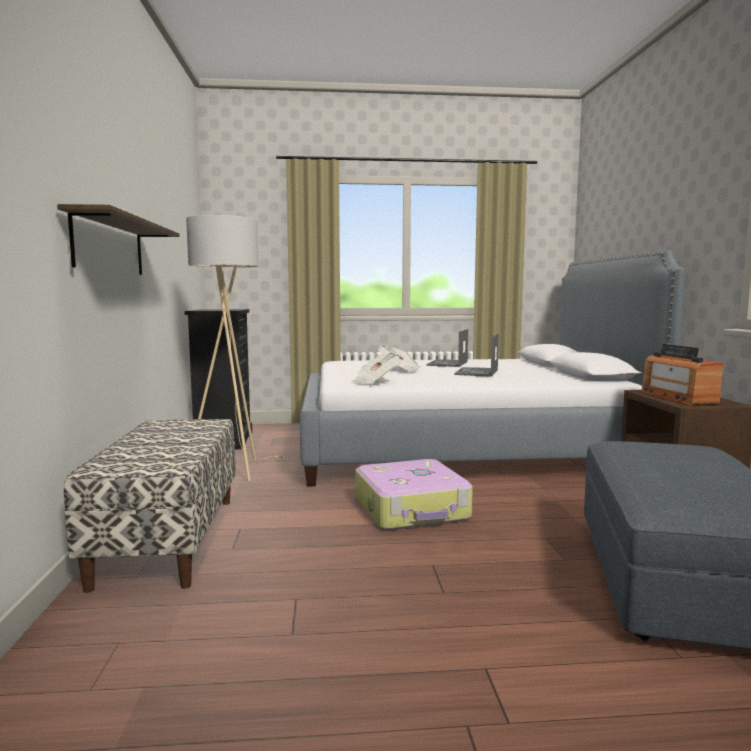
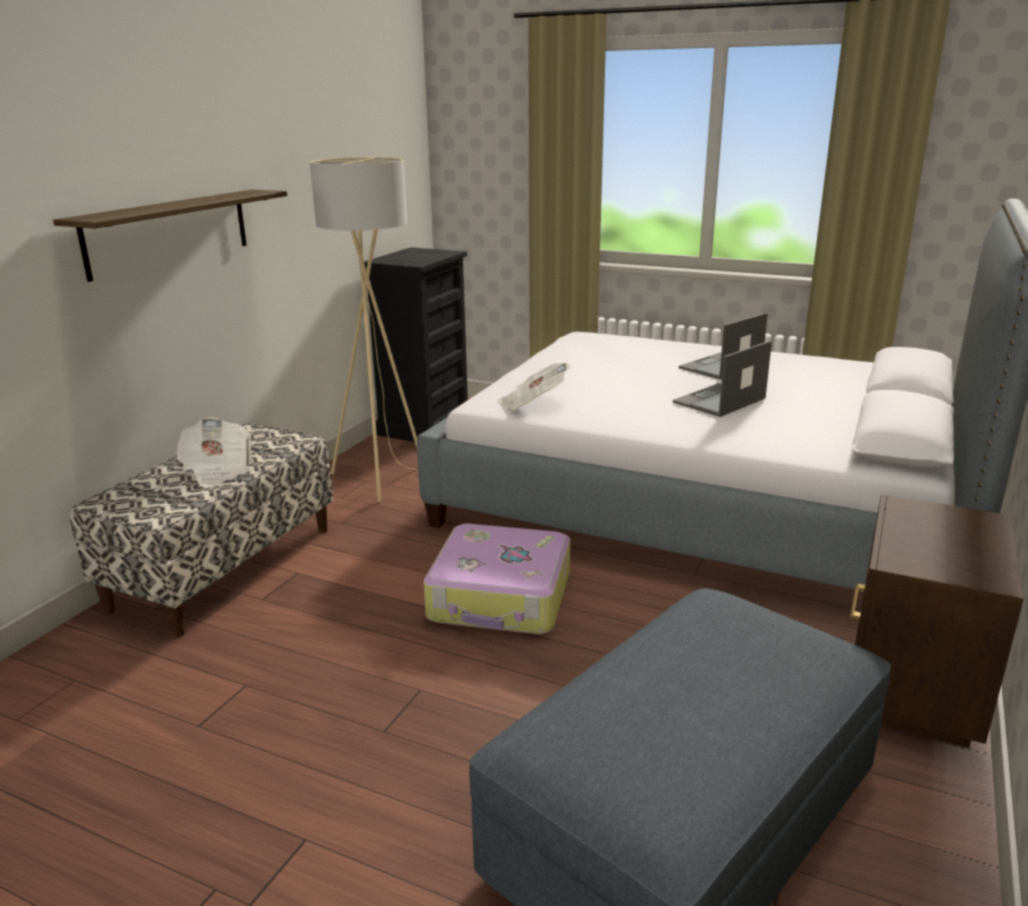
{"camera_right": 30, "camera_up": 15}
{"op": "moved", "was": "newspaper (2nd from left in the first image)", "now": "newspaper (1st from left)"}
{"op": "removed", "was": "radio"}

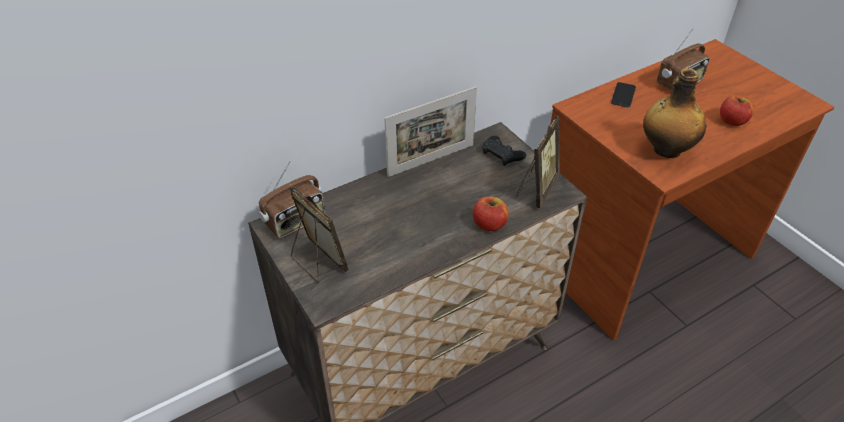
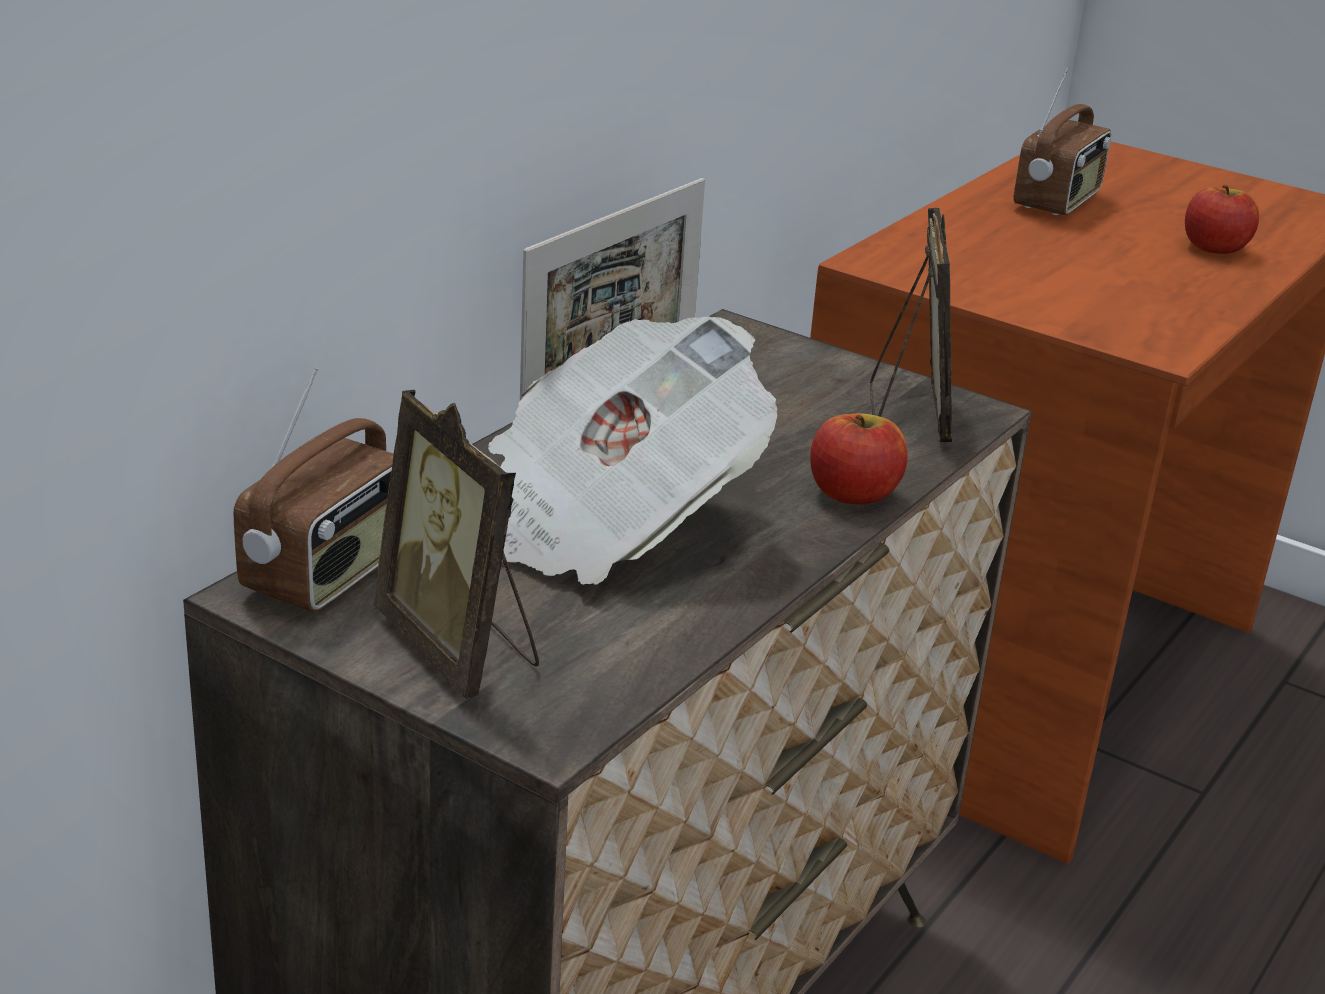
{"camera_right": -25, "camera_up": -15}
{"op": "turned", "was": "picture frame (1st from left)", "clockwise": -150}
{"op": "added", "now": "newspaper"}
{"op": "removed", "was": "black game controller"}
{"op": "removed", "was": "phone"}
{"op": "removed", "was": "bottle"}

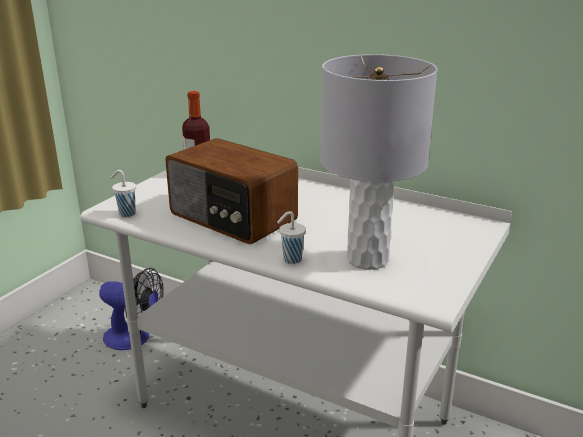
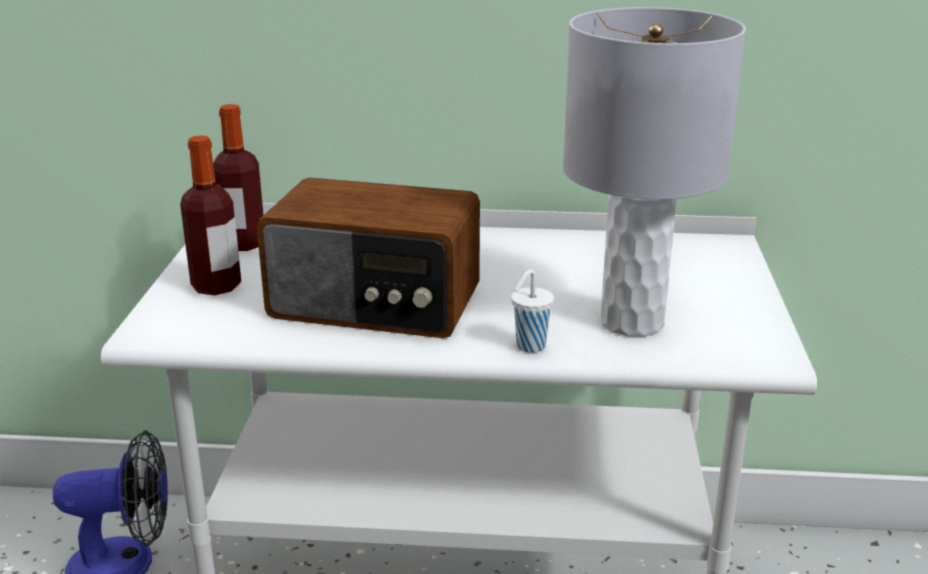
{"camera_right": -25, "camera_up": 0}
{"op": "added", "now": "bottle (1st from left)"}
{"op": "removed", "was": "white cup (1st from left)"}

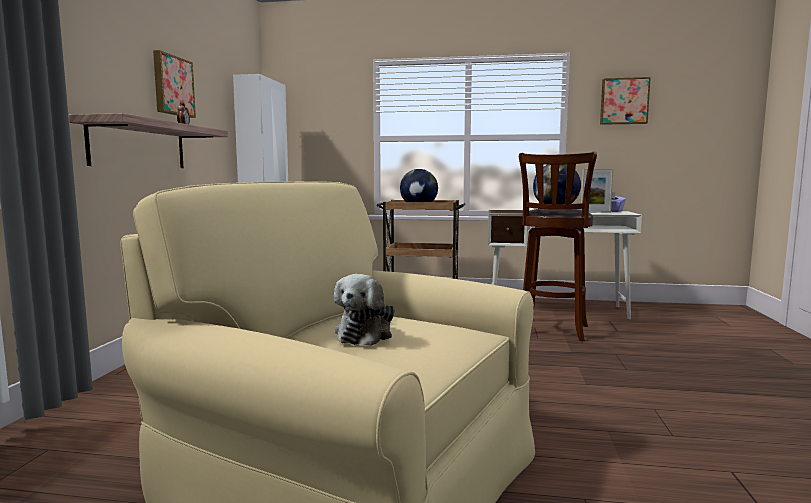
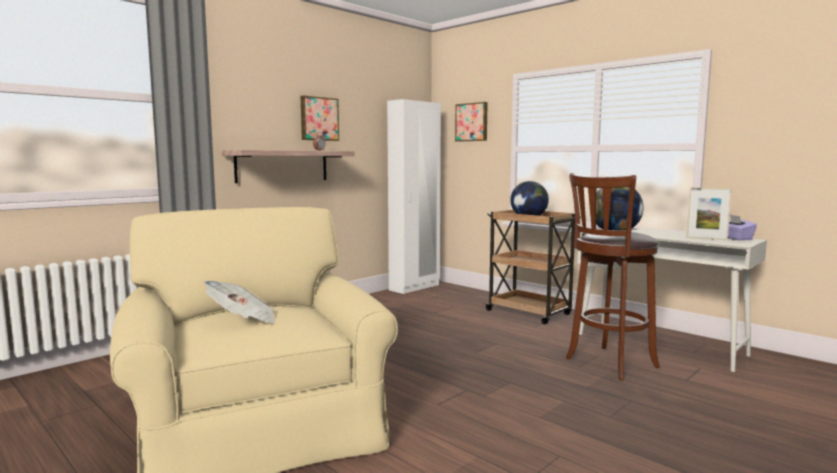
{"camera_right": 35, "camera_up": 0}
{"op": "replaced", "was": "plush toy", "now": "newspaper"}
{"op": "moved", "was": "picture (2nd from left)"}

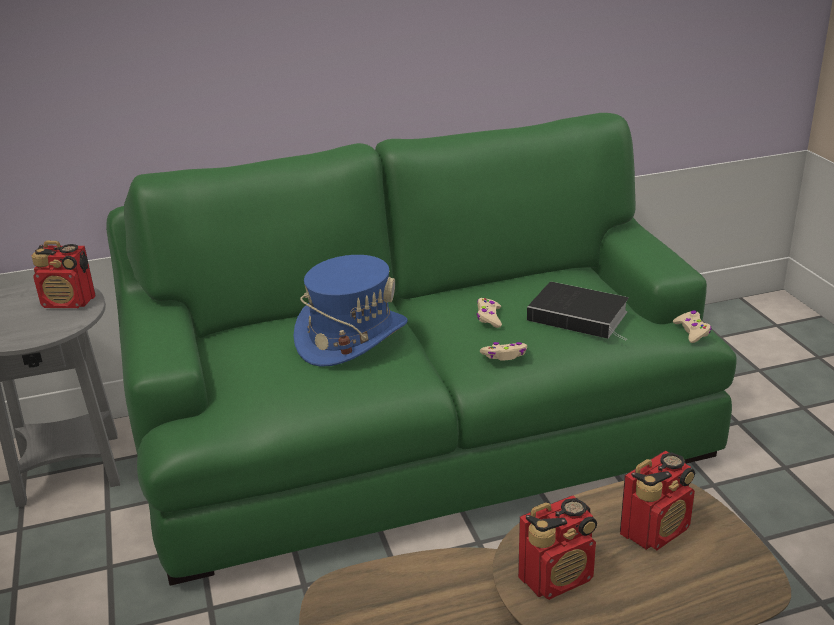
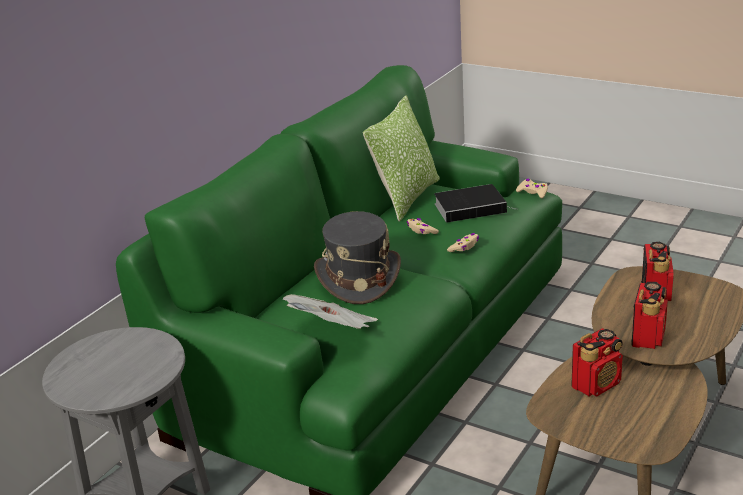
{"camera_right": -40, "camera_up": 0}
{"op": "added", "now": "newspaper"}
{"op": "recoloured", "was": "blue hat", "now": "grey hat"}
{"op": "added", "now": "pillow"}
{"op": "moved", "was": "radio (1st from left)"}

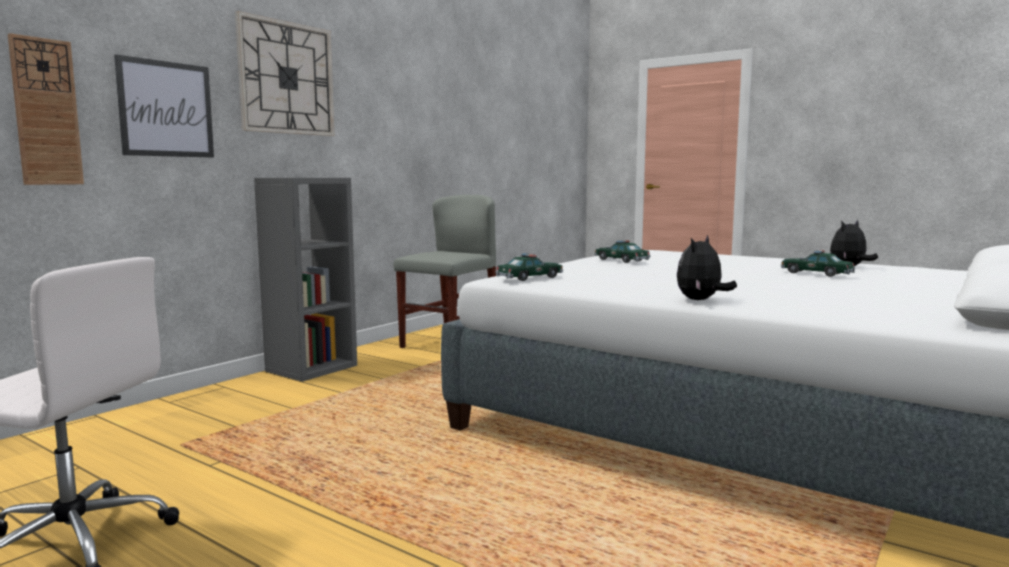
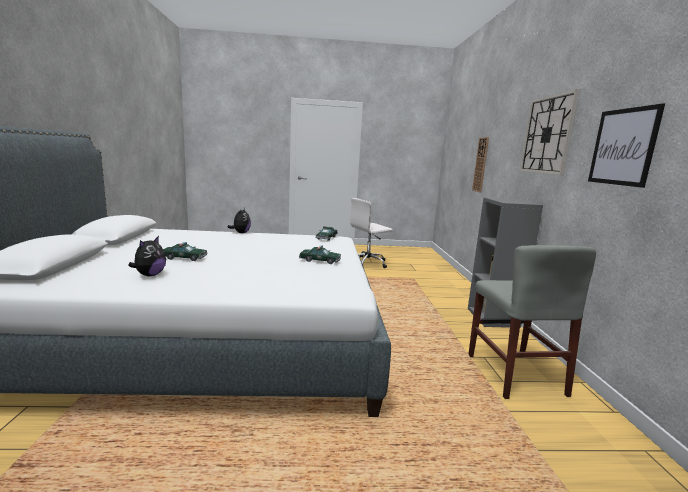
{"camera_right": 140, "camera_up": 5}
{"op": "moved", "was": "picture"}

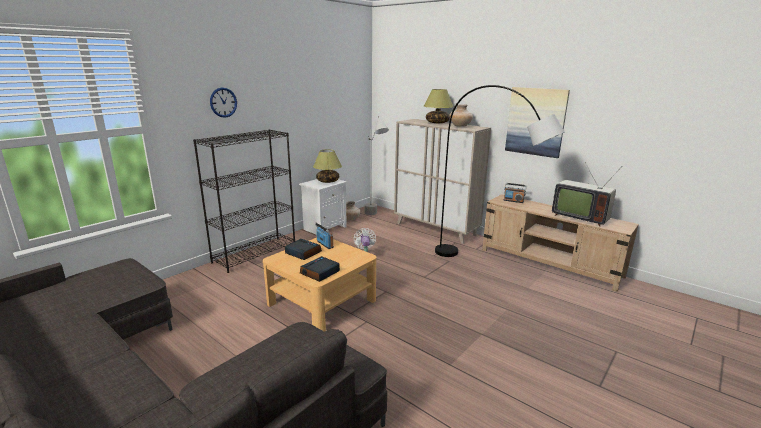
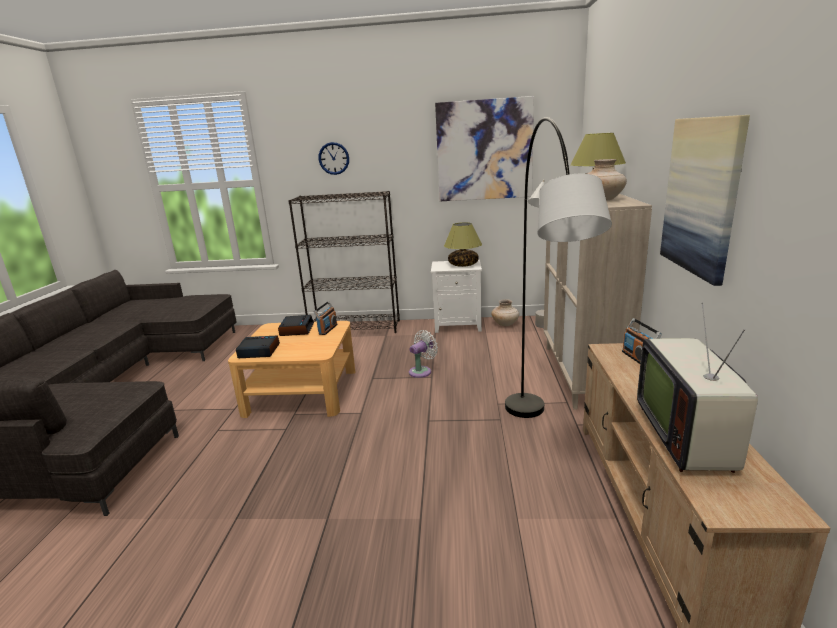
{"camera_right": 55, "camera_up": 0}
{"op": "added", "now": "picture (1st from left)"}

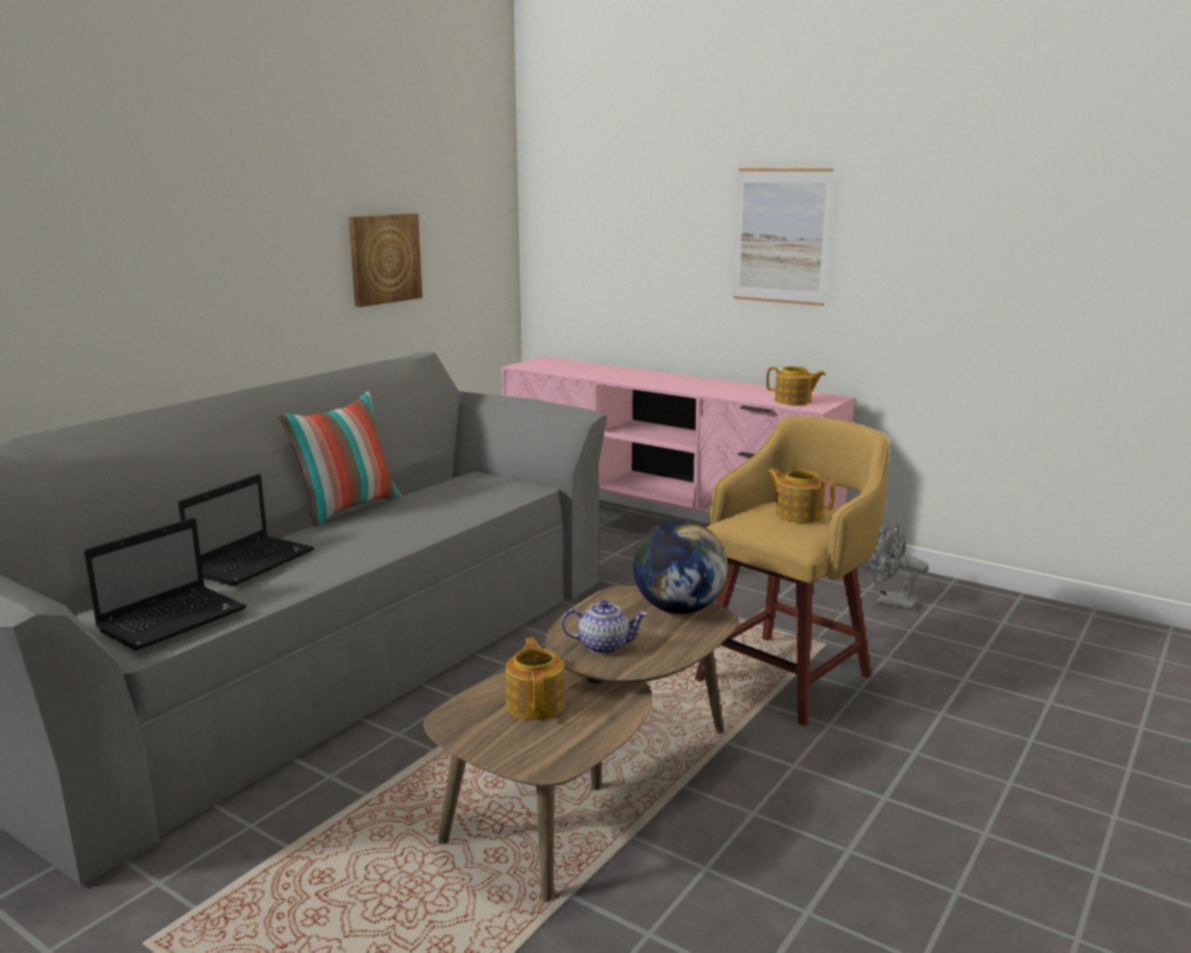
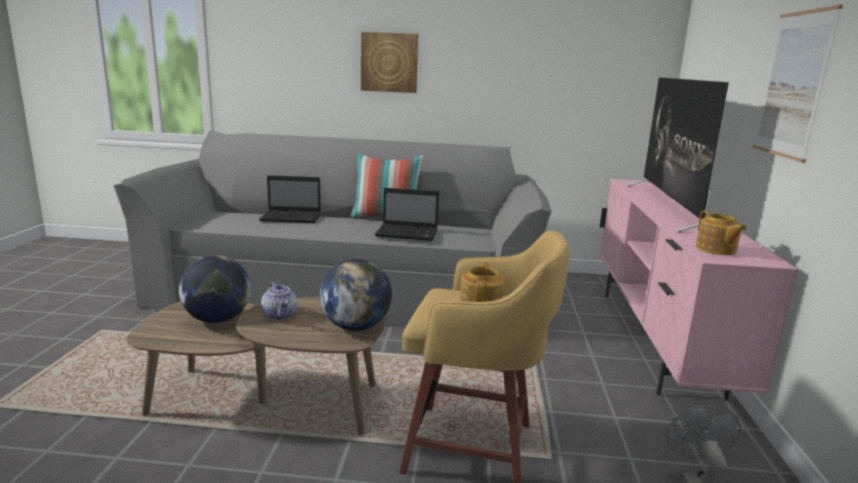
{"camera_right": 60, "camera_up": 0}
{"op": "replaced", "was": "teapot (1st from left)", "now": "globe (1st from left)"}
{"op": "moved", "was": "picture (1st from left)"}
{"op": "moved", "was": "laptop (1st from left in the first image)", "now": "laptop (2nd from left)"}
{"op": "added", "now": "television"}

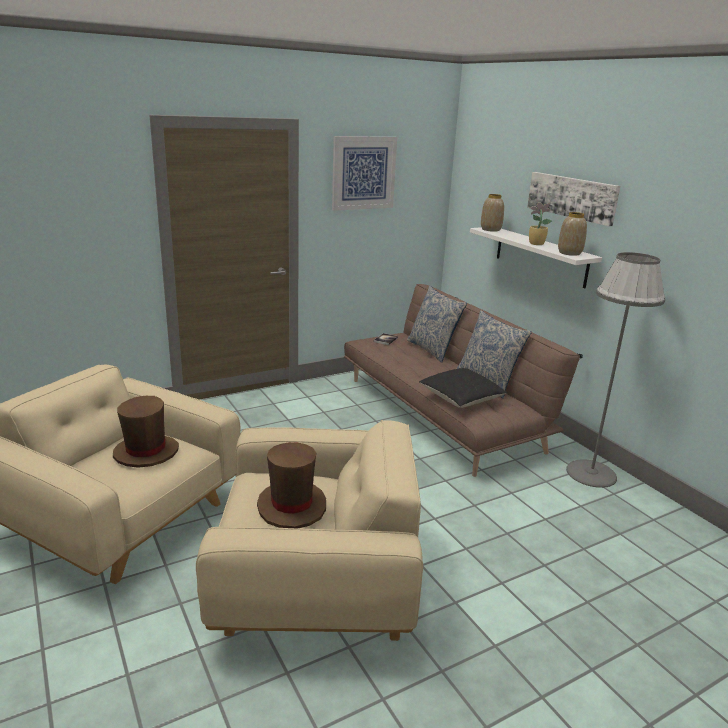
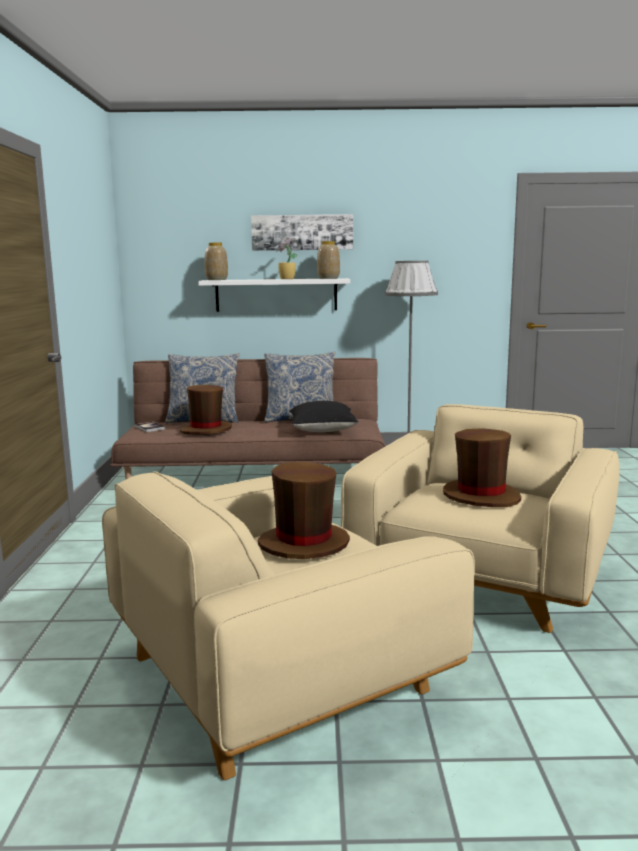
{"camera_right": -60, "camera_up": -10}
{"op": "added", "now": "brown hat (1st from left)"}
{"op": "removed", "was": "picture (1st from left)"}

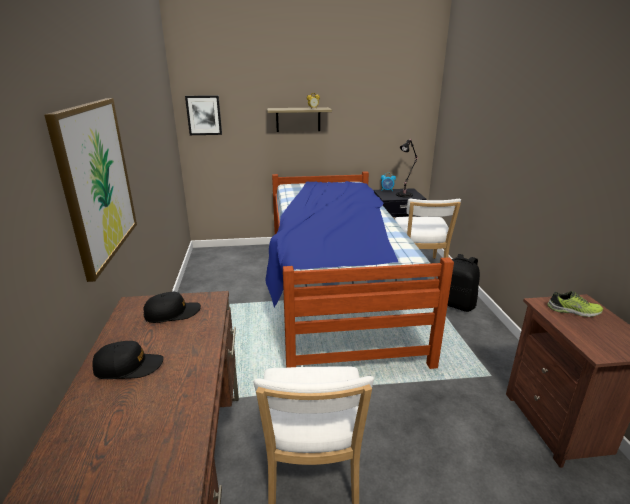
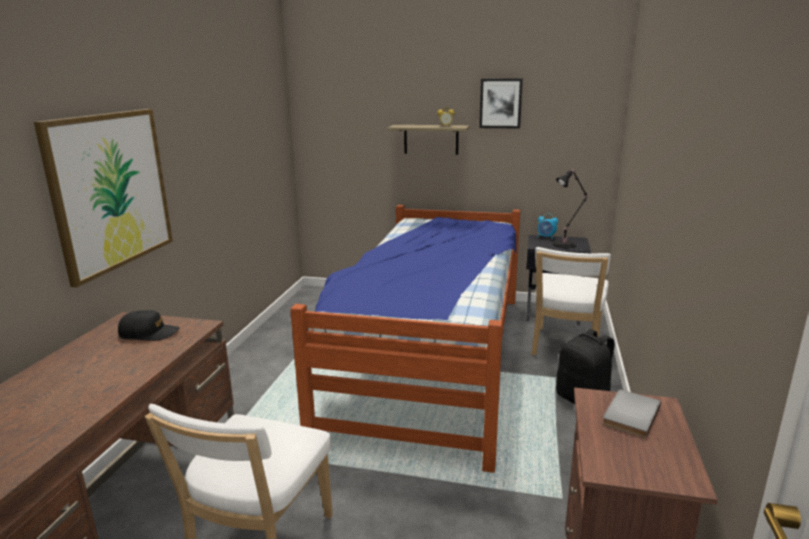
{"camera_right": 20, "camera_up": -5}
{"op": "moved", "was": "picture (2nd from left)"}
{"op": "replaced", "was": "shoe", "now": "grey book"}
{"op": "removed", "was": "black cap (1st from left)"}

